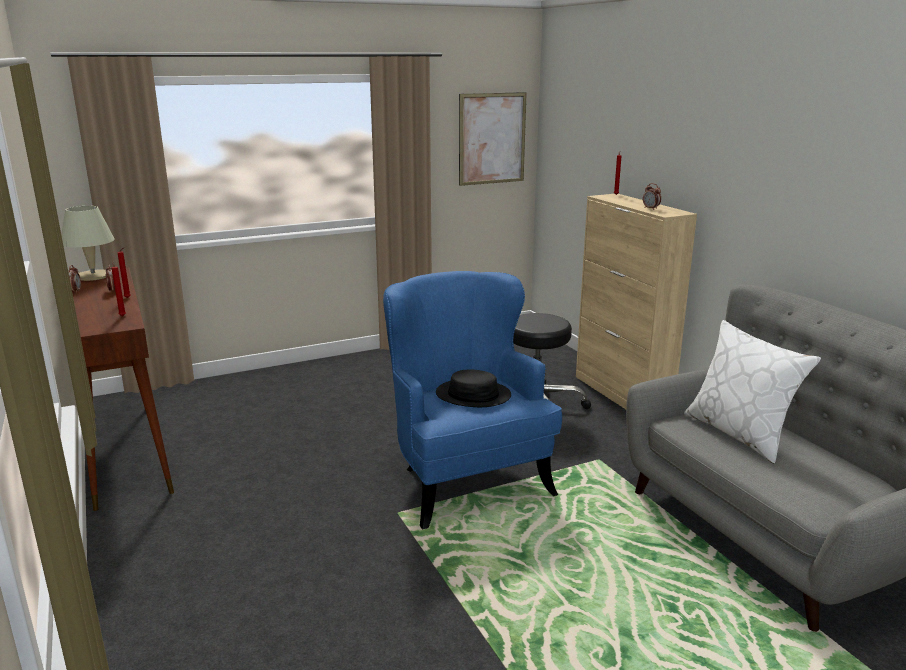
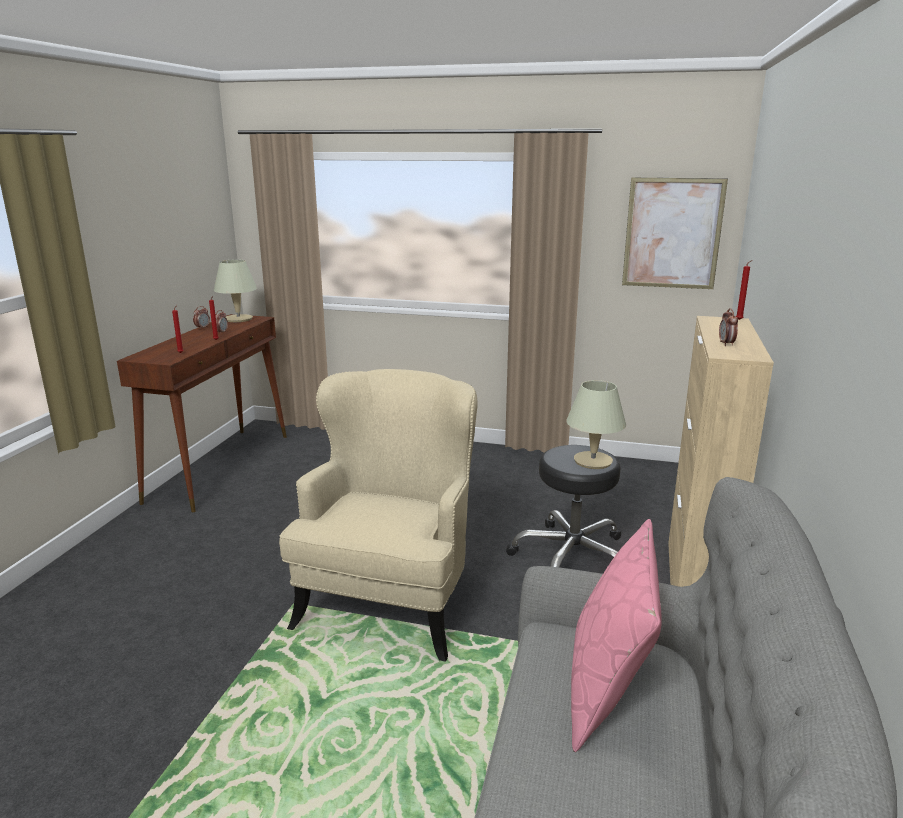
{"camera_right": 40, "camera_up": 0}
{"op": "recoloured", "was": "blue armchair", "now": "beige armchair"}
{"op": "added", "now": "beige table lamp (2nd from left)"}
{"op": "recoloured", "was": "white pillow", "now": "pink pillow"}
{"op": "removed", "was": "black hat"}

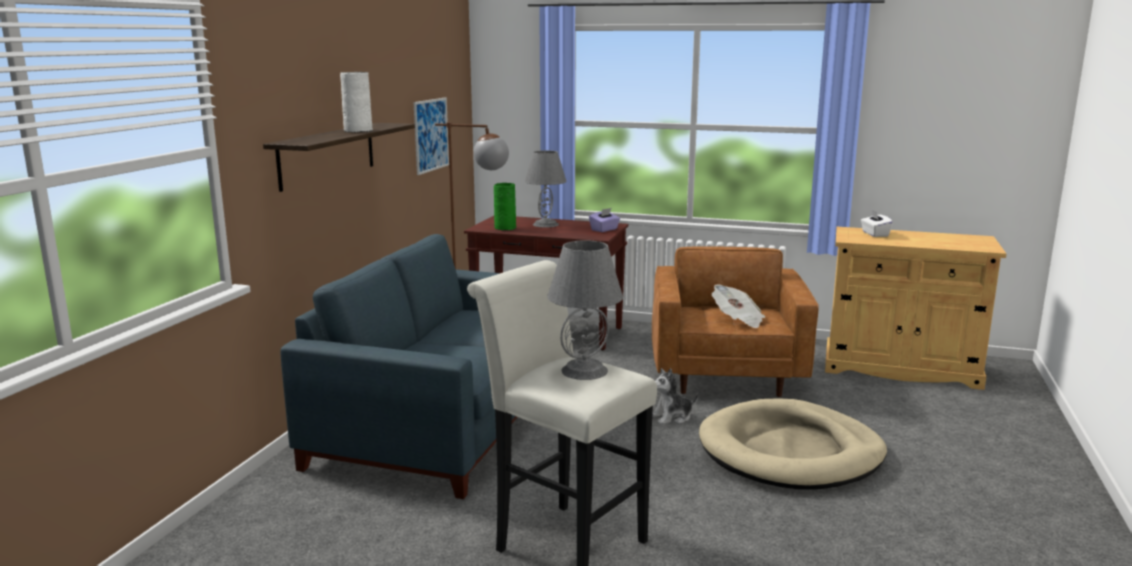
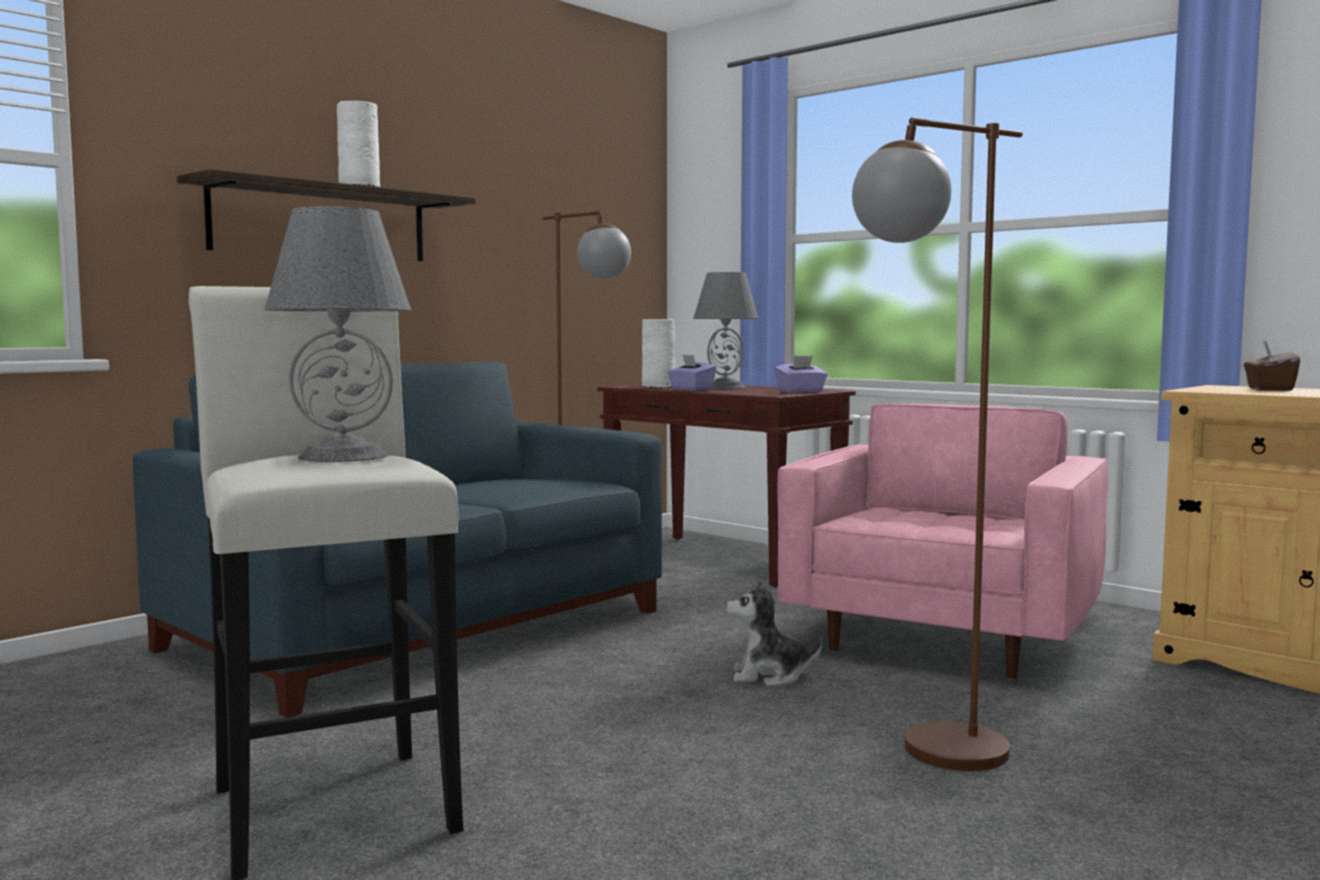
{"camera_right": 25, "camera_up": -10}
{"op": "recoloured", "was": "green vase", "now": "white vase (2nd from left)"}
{"op": "added", "now": "purple tissue box (1st from left)"}
{"op": "recoloured", "was": "brown armchair", "now": "pink armchair"}
{"op": "replaced", "was": "beige dog bed", "now": "brown floor lamp (2nd from left)"}
{"op": "recoloured", "was": "white tissue box", "now": "brown tissue box"}
{"op": "removed", "was": "picture"}
{"op": "removed", "was": "newspaper"}

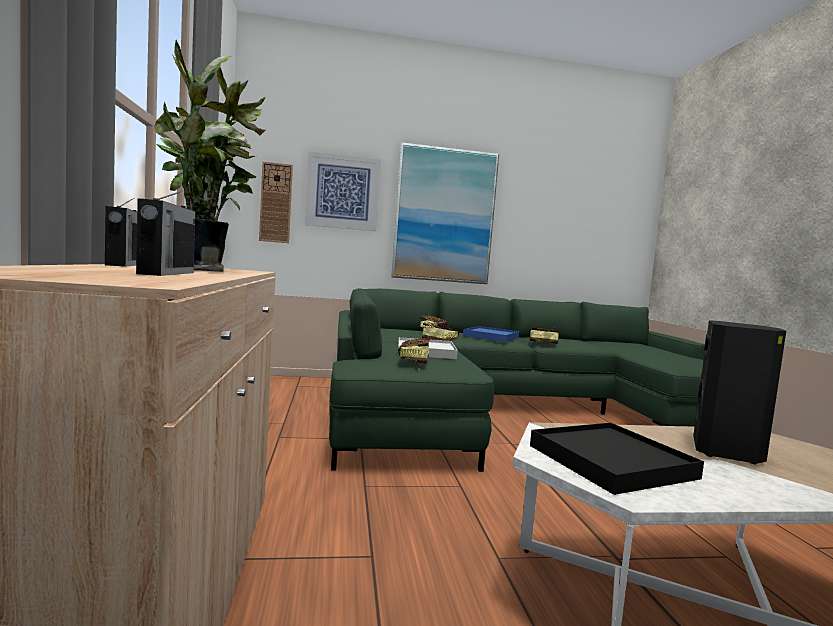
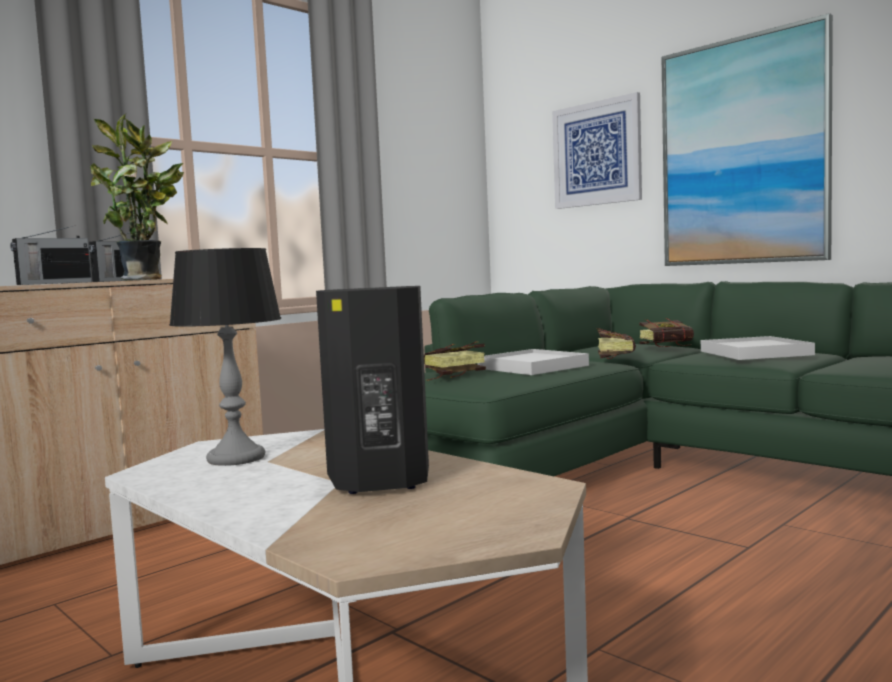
{"camera_right": 55, "camera_up": 0}
{"op": "replaced", "was": "black tray", "now": "table lamp"}
{"op": "recoloured", "was": "blue tray", "now": "white tray (2nd from left)"}
{"op": "removed", "was": "wall clock"}
{"op": "removed", "was": "book (4th from left)"}

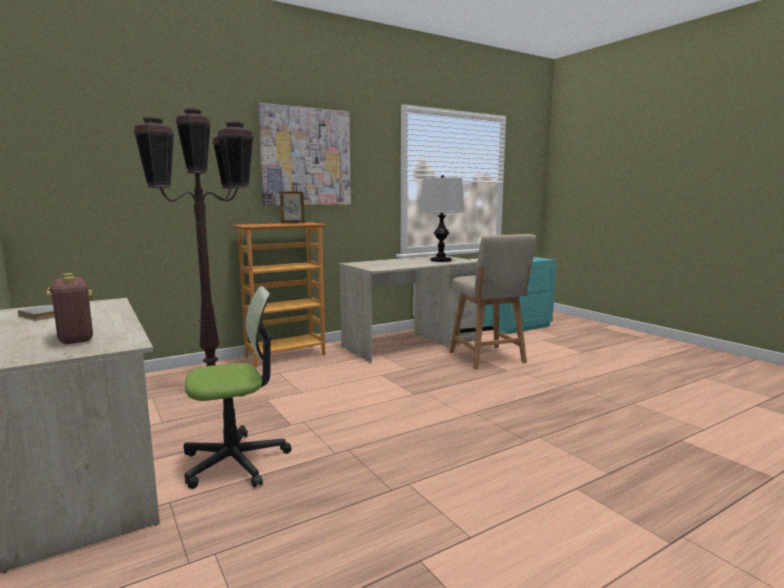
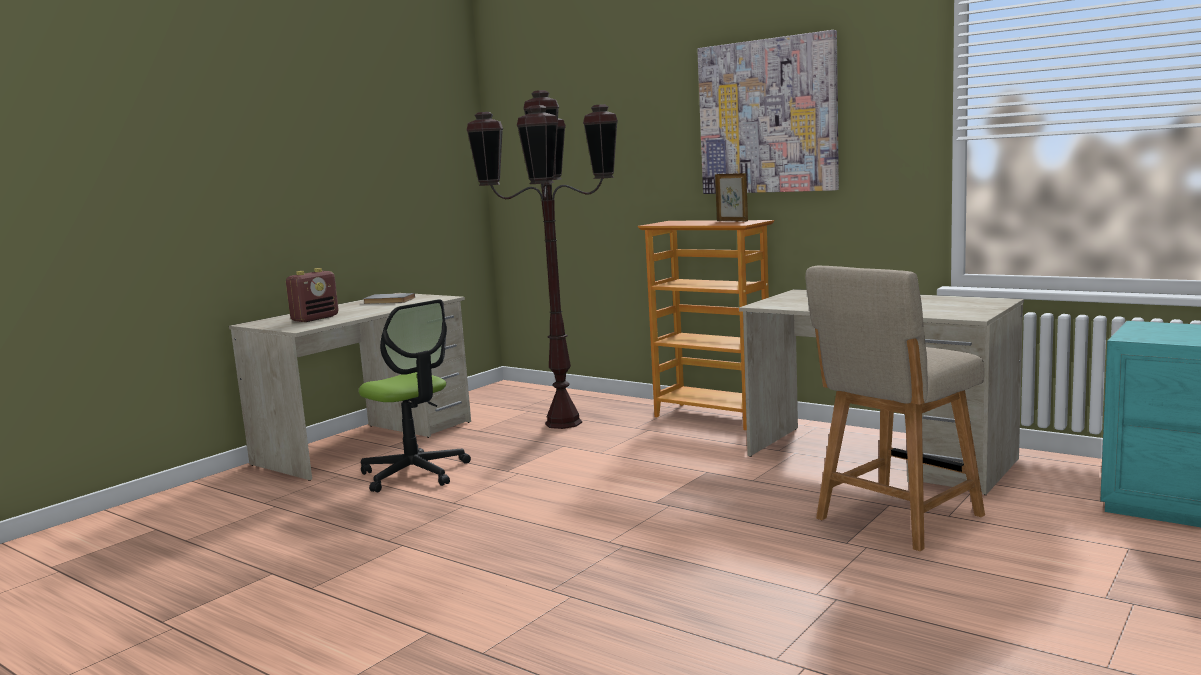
{"camera_right": 70, "camera_up": 0}
{"op": "removed", "was": "table lamp"}

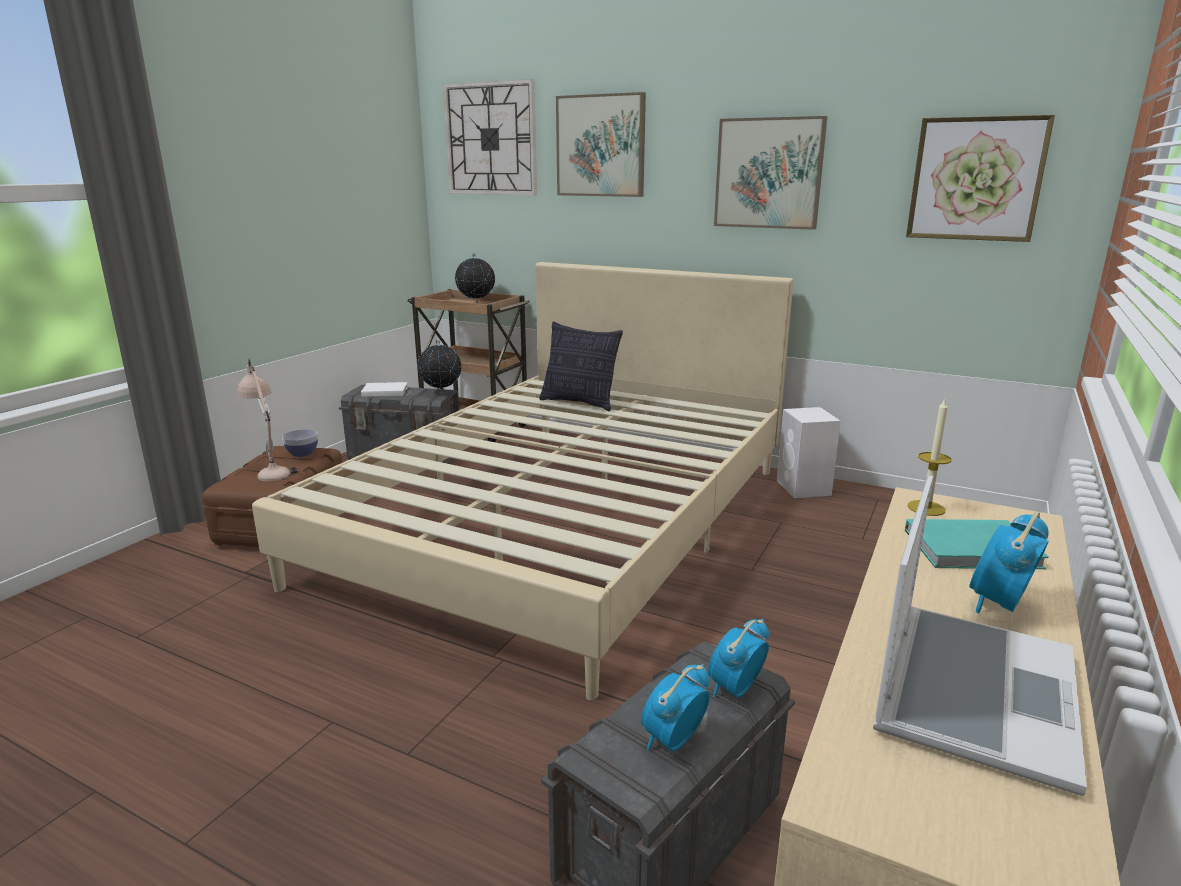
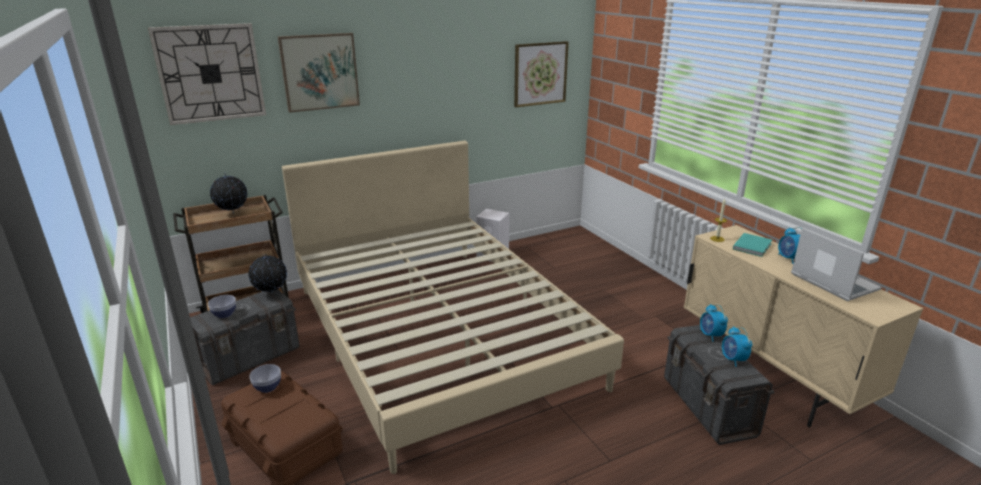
{"camera_right": -55, "camera_up": 5}
{"op": "replaced", "was": "white book", "now": "bowl (1st from left)"}
{"op": "removed", "was": "beige table lamp"}
{"op": "removed", "was": "pillow"}
{"op": "removed", "was": "picture (2nd from left)"}

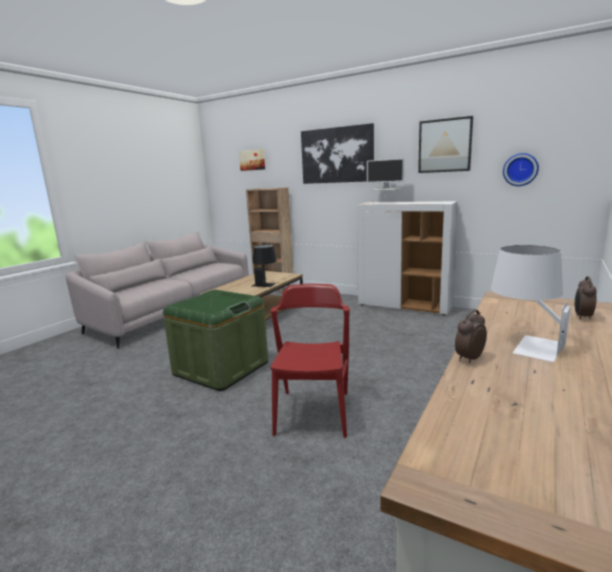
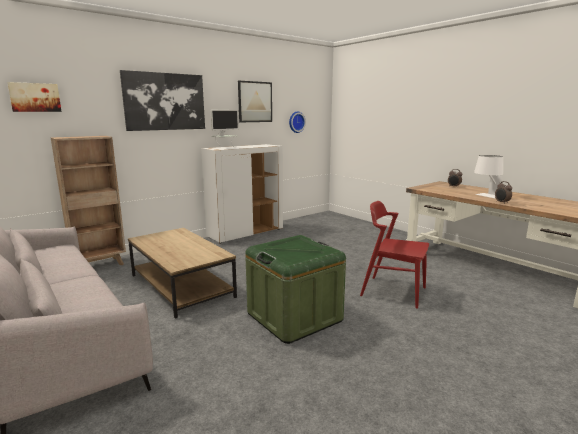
{"camera_right": -70, "camera_up": 0}
{"op": "removed", "was": "black table lamp"}

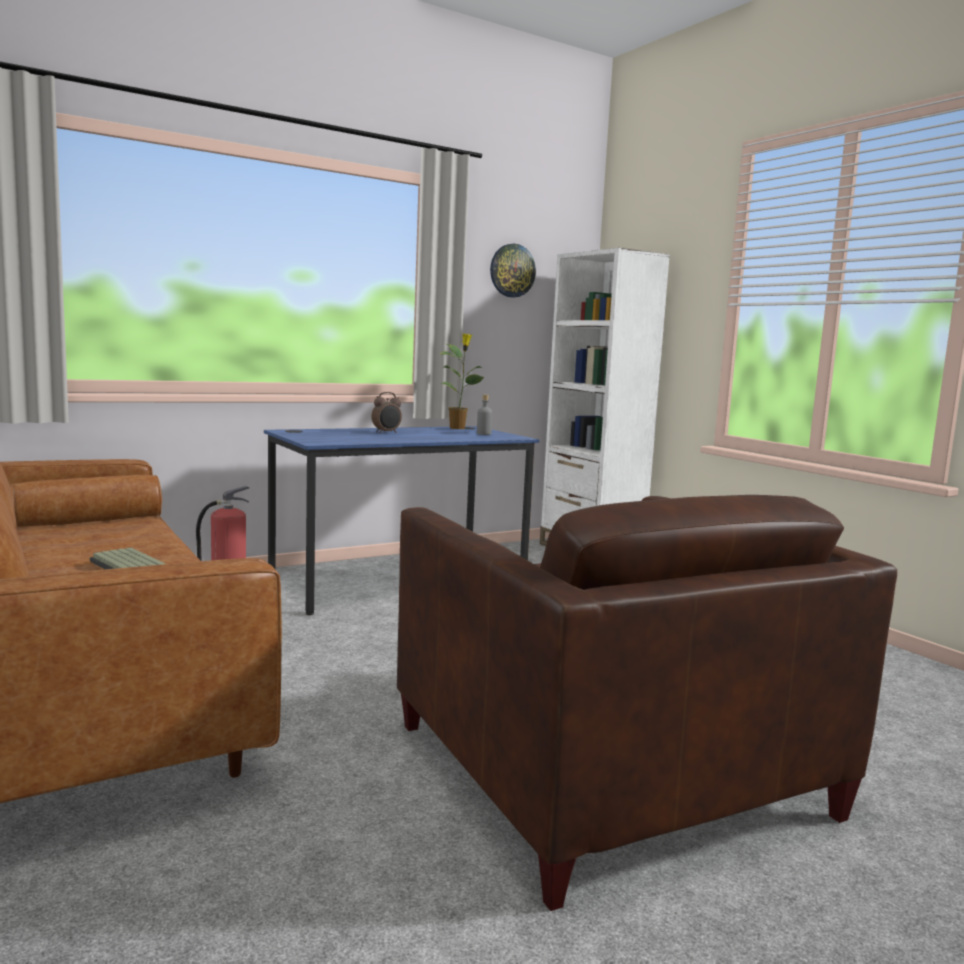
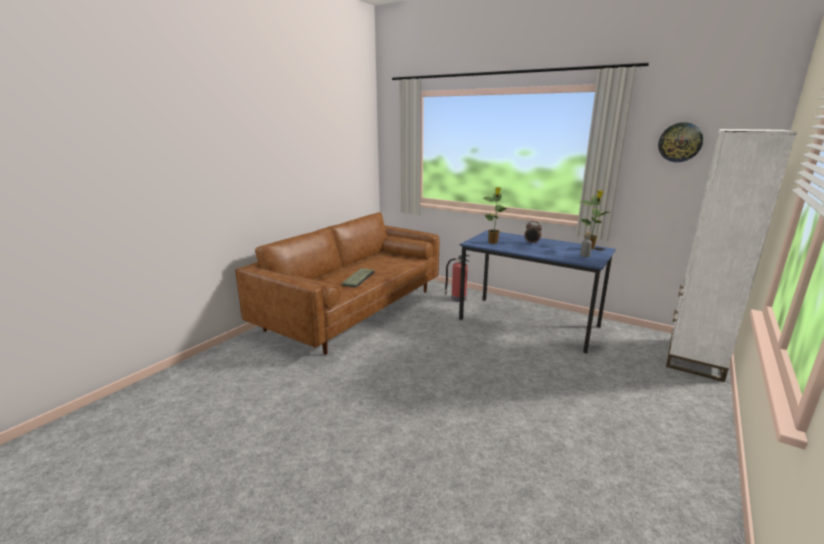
{"camera_right": 65, "camera_up": 10}
{"op": "added", "now": "potted plant (1st from left)"}
{"op": "removed", "was": "brown armchair"}

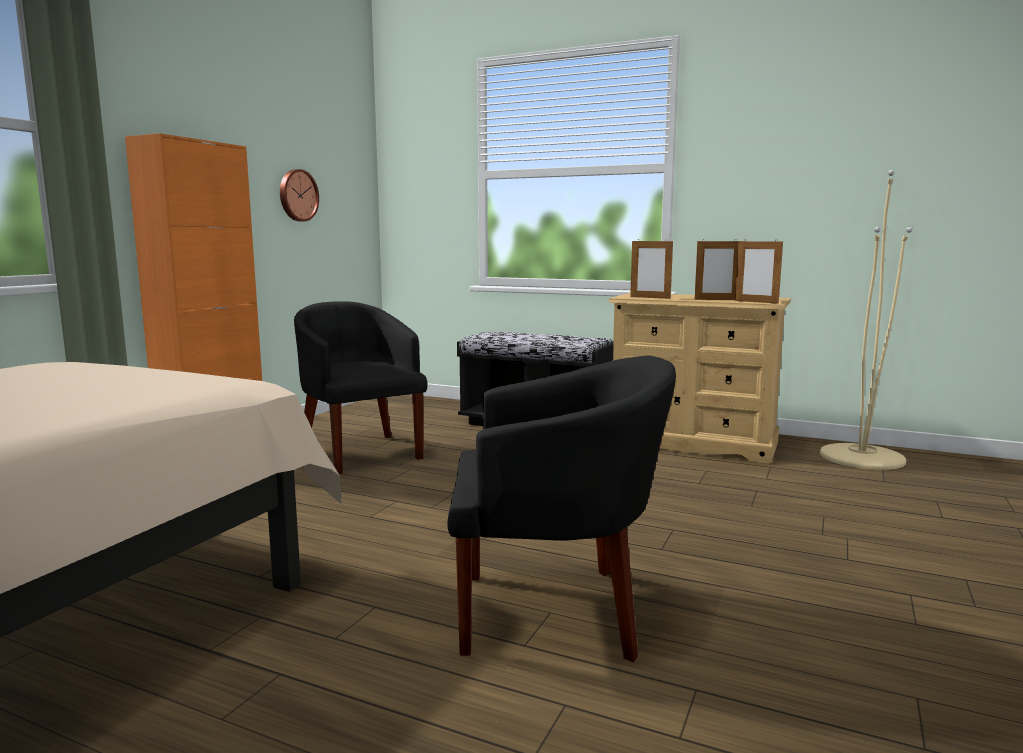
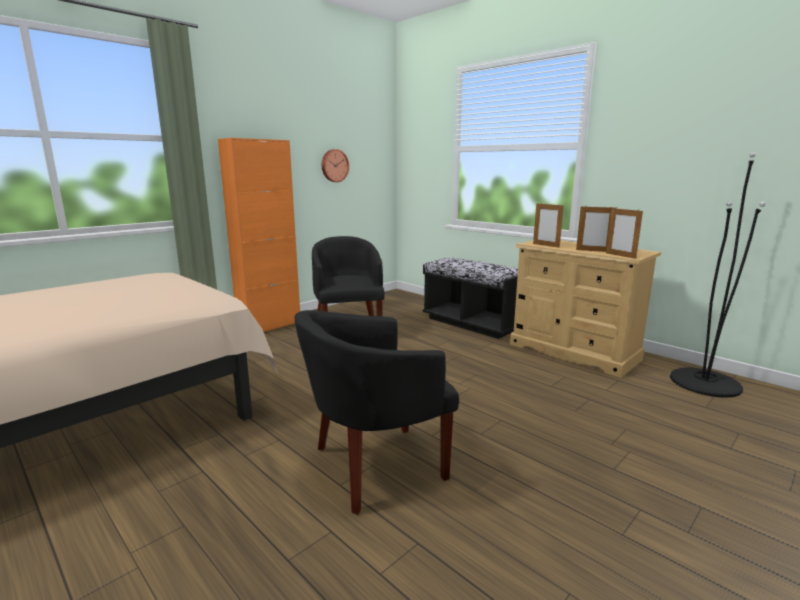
{"camera_right": 20, "camera_up": 5}
{"op": "turned", "was": "black armchair (2nd from left)", "clockwise": 135}
{"op": "recoloured", "was": "beige floor lamp", "now": "black floor lamp"}

